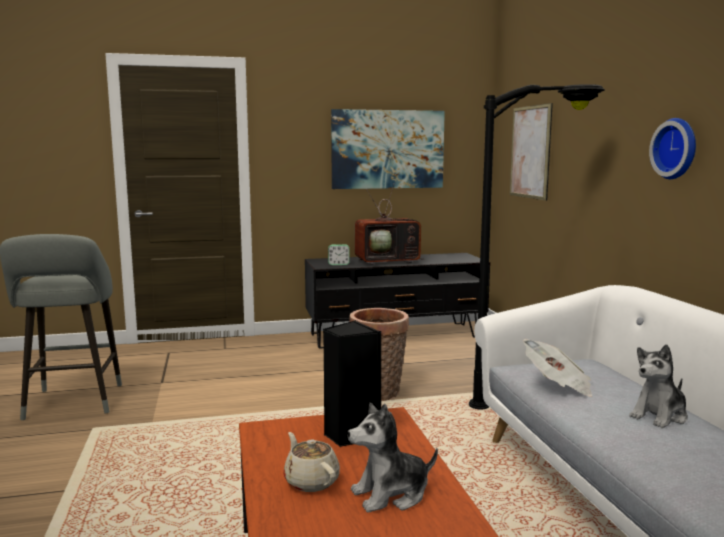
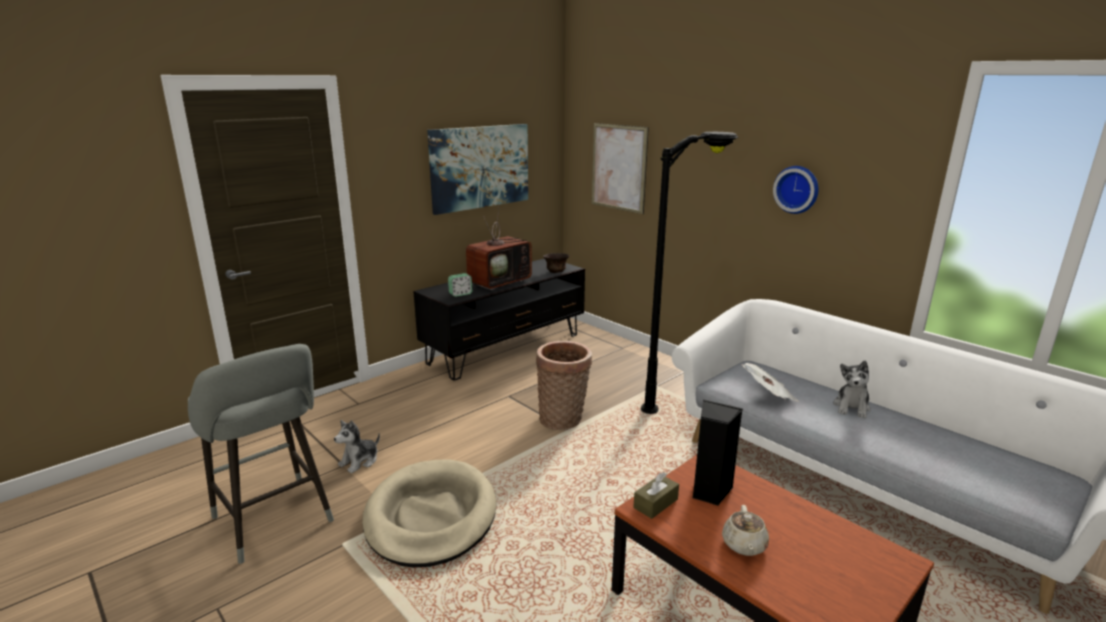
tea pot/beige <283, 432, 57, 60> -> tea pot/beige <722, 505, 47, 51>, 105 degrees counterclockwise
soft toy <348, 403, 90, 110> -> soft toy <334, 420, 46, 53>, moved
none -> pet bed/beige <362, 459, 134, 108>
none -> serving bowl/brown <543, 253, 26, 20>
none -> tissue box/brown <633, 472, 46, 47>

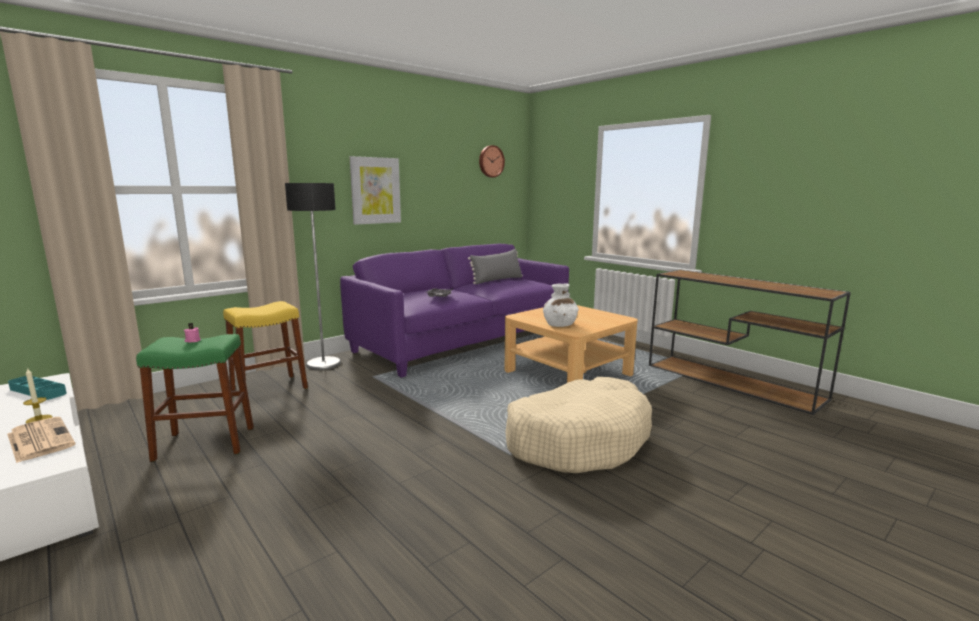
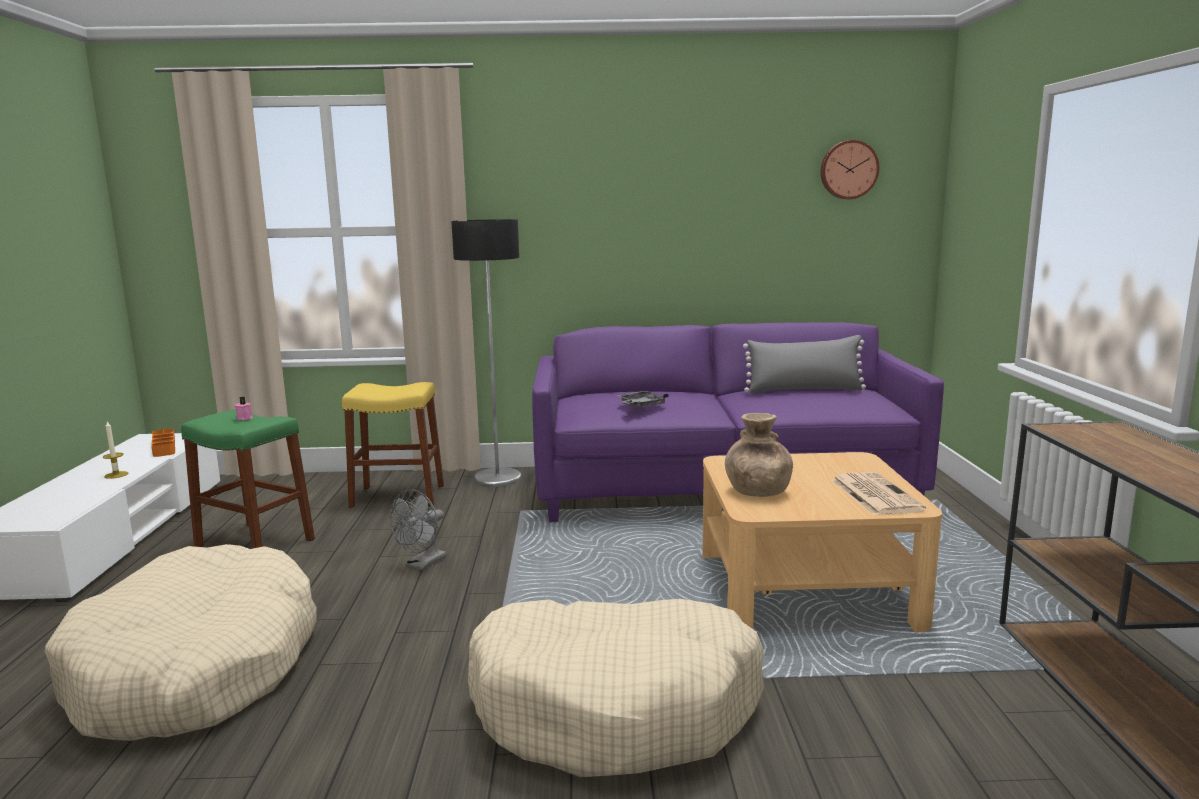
printed paper <7, 417, 68, 46> -> printed paper <831, 472, 95, 43>, moved
tray/turquoise <8, 376, 59, 24> -> tray/orange <151, 428, 24, 29>
wall picture <350, 156, 51, 69> -> none
decorative vase/white-coloured <543, 283, 36, 44> -> decorative vase/brown <725, 413, 68, 84>
none -> pet bed/beige <45, 544, 272, 197>
none -> fan/greyish <390, 489, 56, 81>

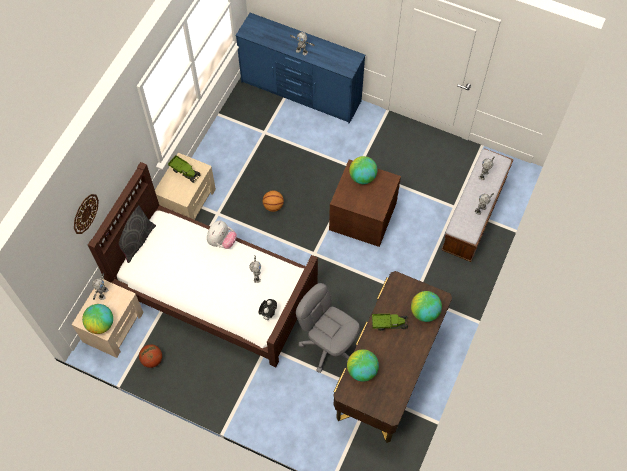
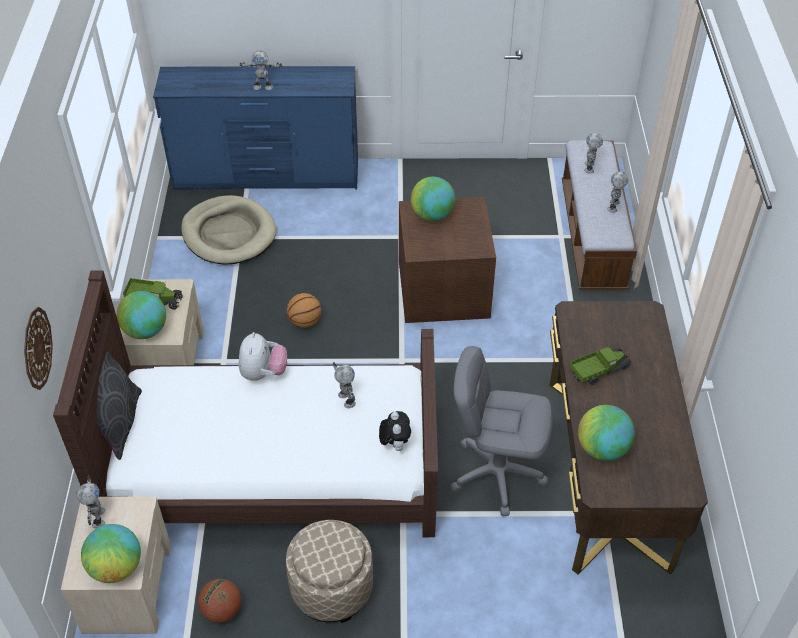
desk globe <411, 291, 31, 31> -> desk globe <117, 291, 49, 48>, moved
none -> pet bed/beige <181, 195, 96, 69>
none -> footrest/beige <286, 520, 87, 103>

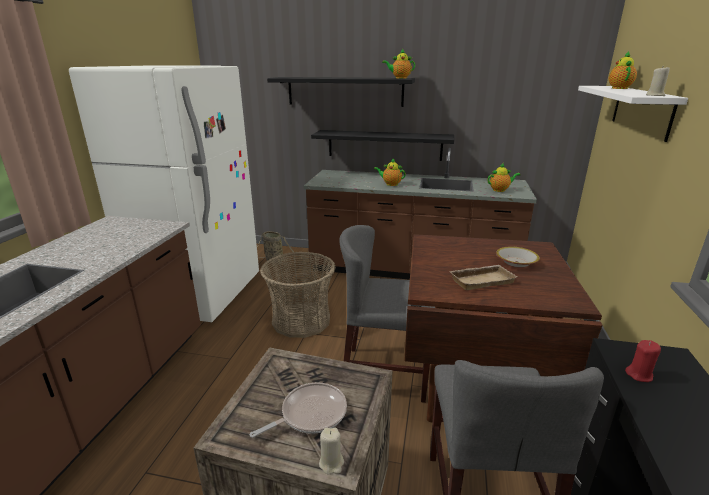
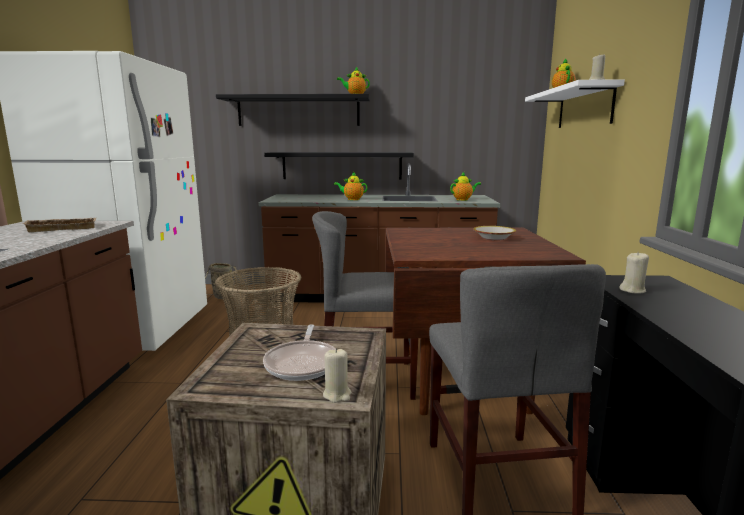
skillet <250, 382, 97, 56> -> skillet <263, 324, 73, 57>, 135 degrees clockwise
tray/beige <449, 265, 68, 25> -> tray/beige <23, 218, 73, 14>, moved
wax light/reddish <625, 340, 36, 42> -> wax light/beige <619, 252, 30, 41>

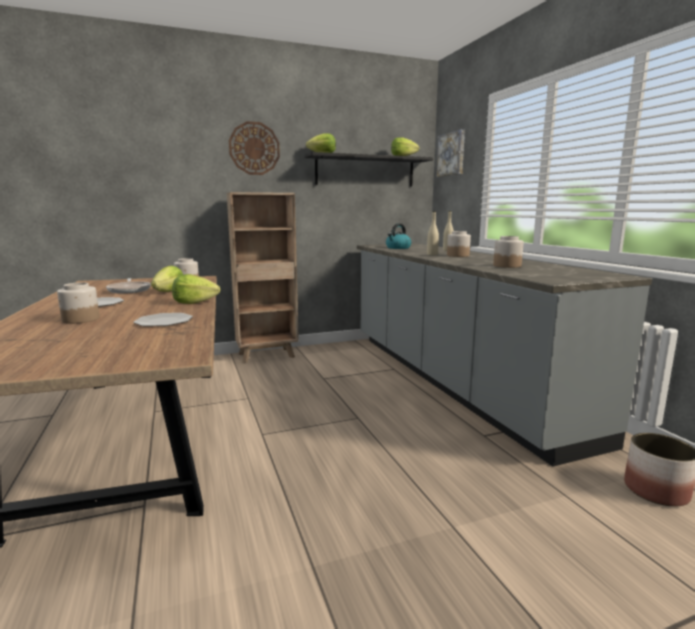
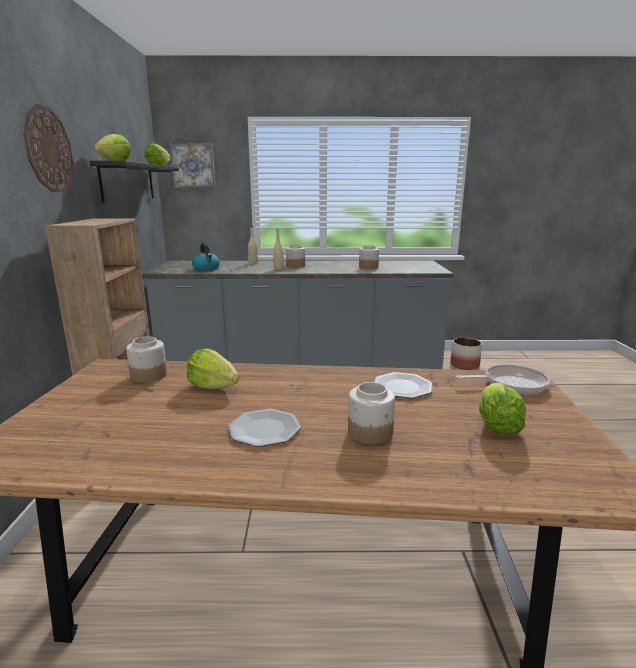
skillet <106, 278, 45, 16> -> skillet <456, 365, 94, 29>, moved
lettuce head <172, 274, 48, 30> -> lettuce head <479, 383, 47, 52>, moved

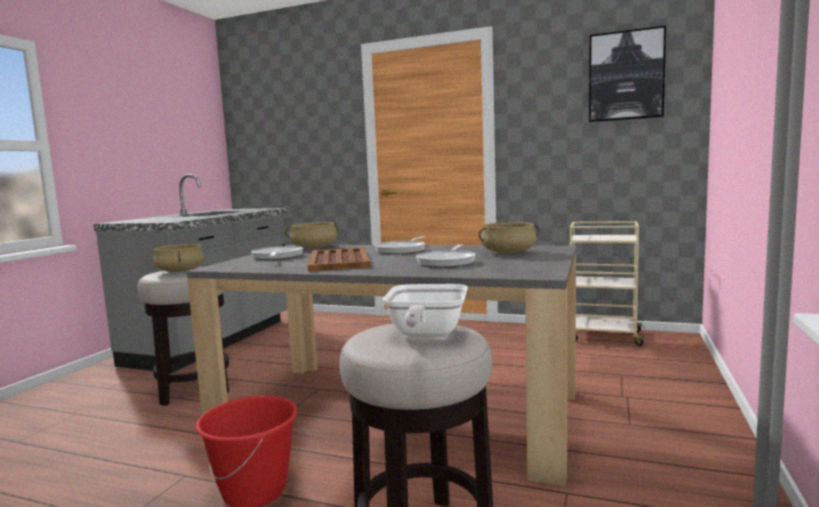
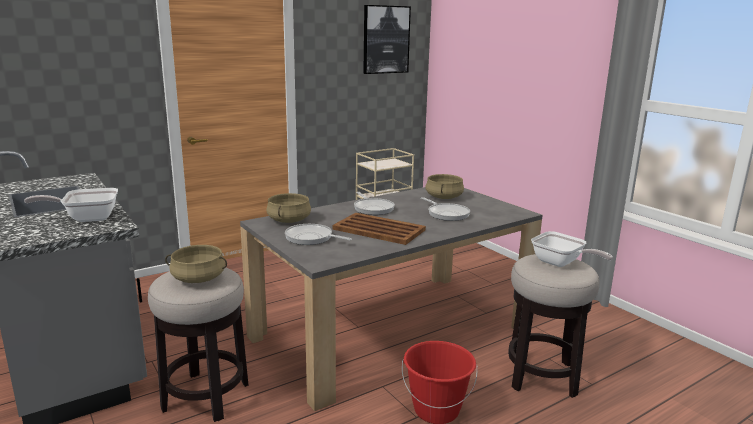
none -> skillet <24, 188, 94, 34>

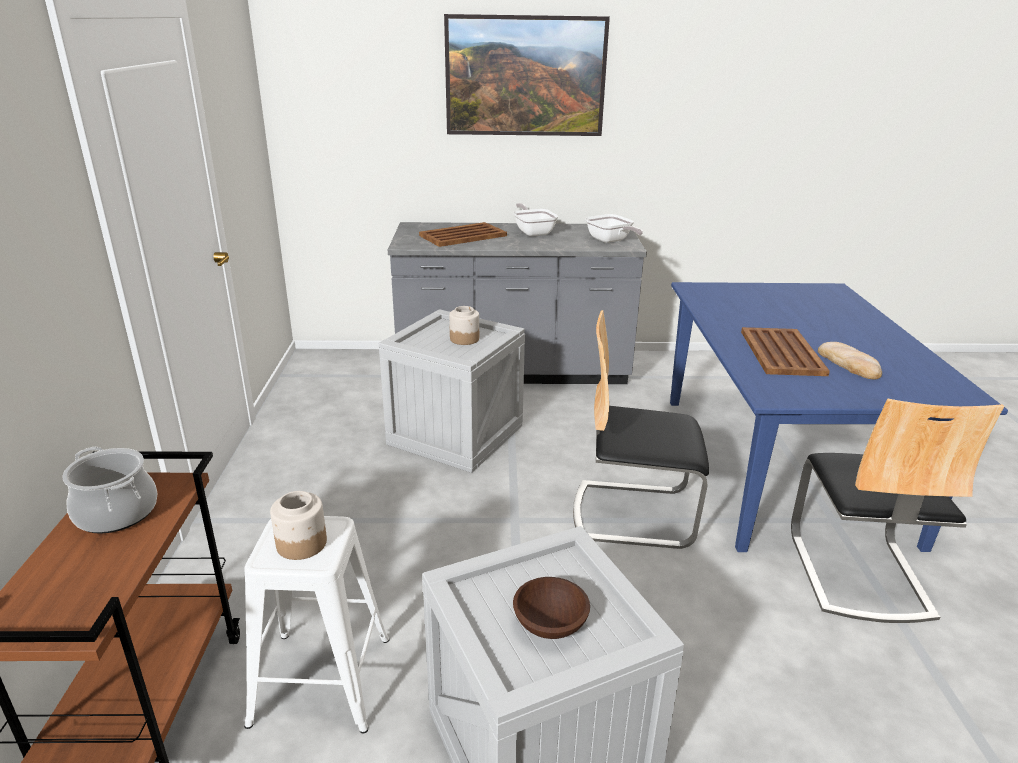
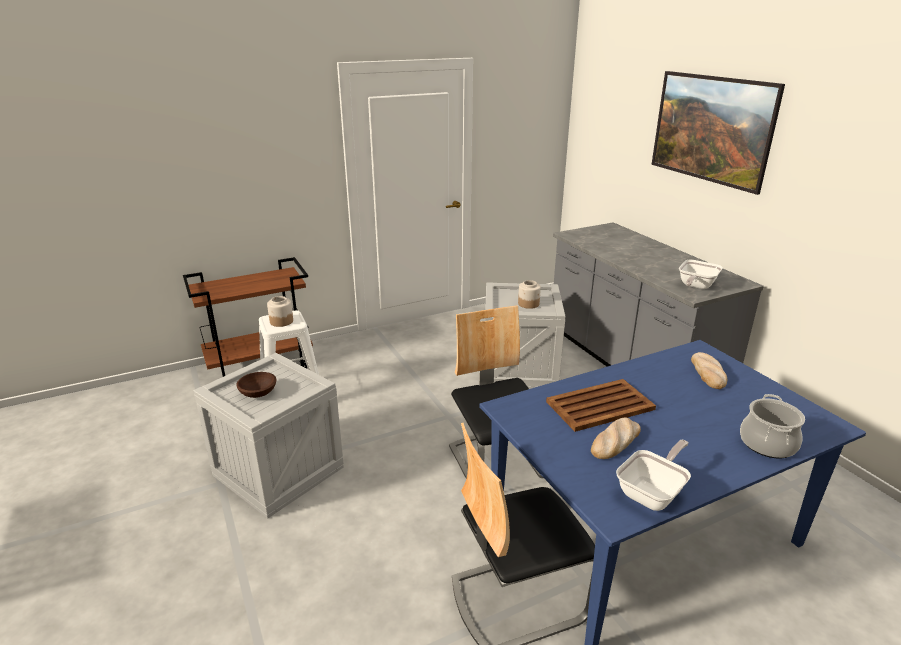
cooking pot <62, 446, 96, 88> -> cooking pot <740, 394, 65, 64>, moved
tray/brown <419, 222, 88, 25> -> none
skillet <513, 203, 45, 33> -> skillet <616, 440, 75, 71>, moved
none -> bakery bread <691, 352, 36, 37>

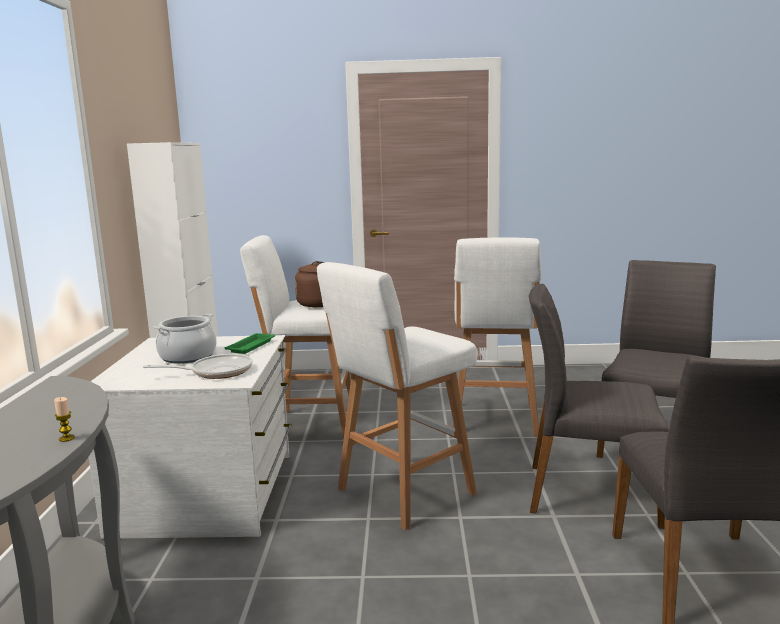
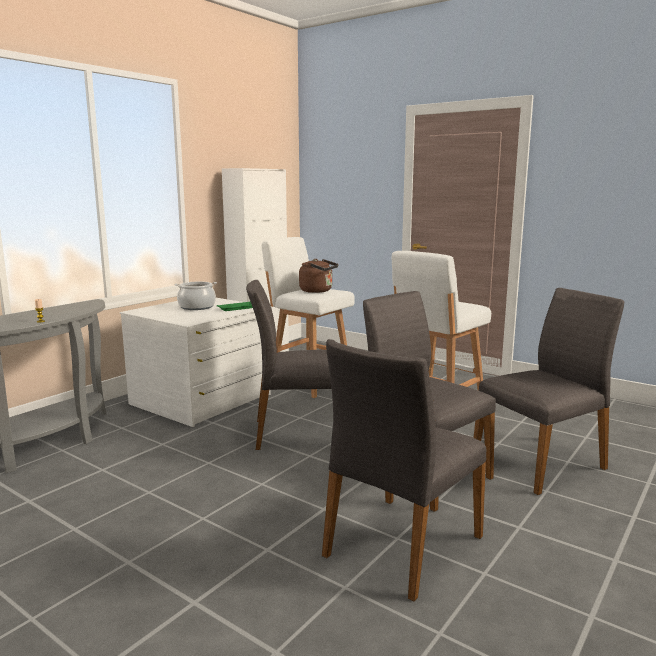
skillet <143, 354, 109, 25> -> none
sitting stool/white-coloured <317, 262, 160, 268> -> chair/greyish <246, 280, 86, 170>

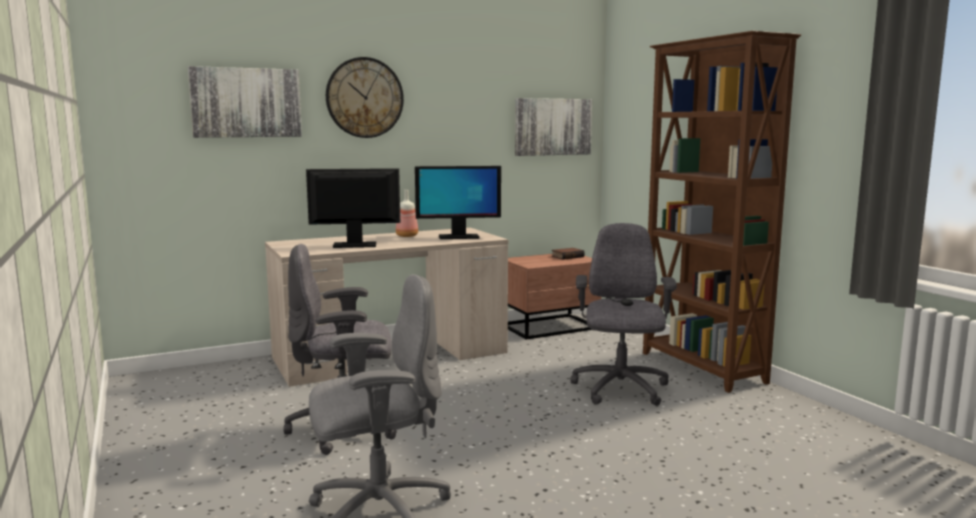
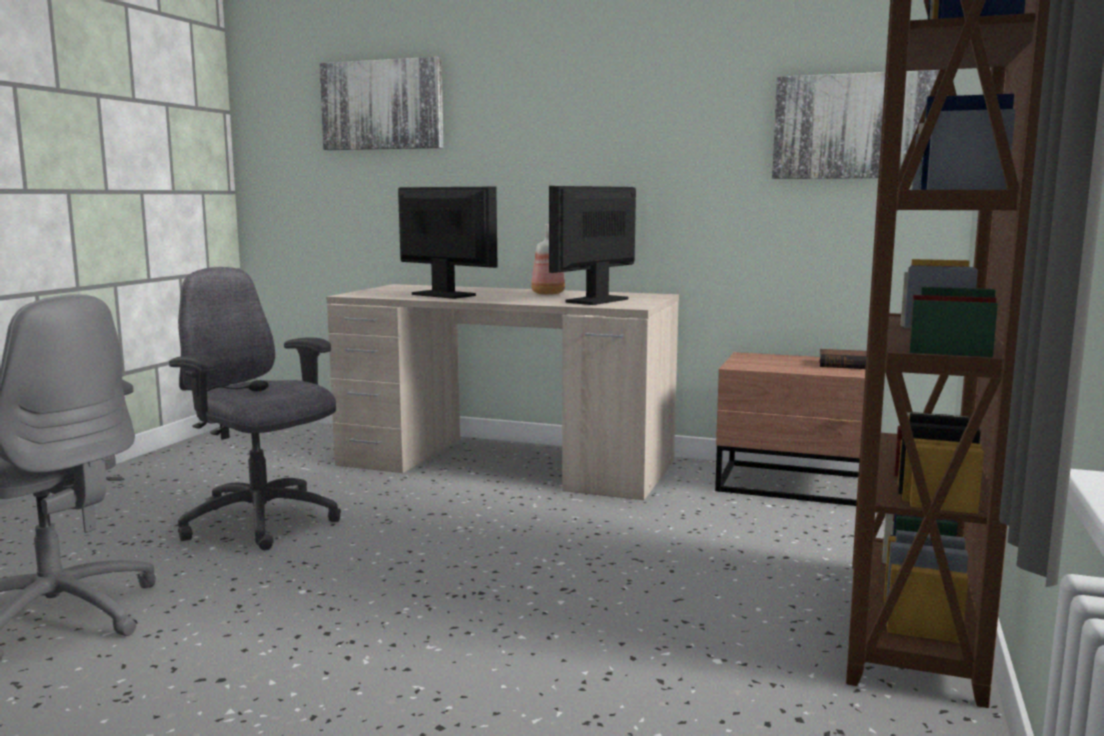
hanging clock <326, 57, 78, 81> -> none
monitor <415, 166, 86, 73> -> monitor <549, 186, 87, 119>, 90 degrees clockwise
desk chair/greyish <570, 223, 107, 183> -> none

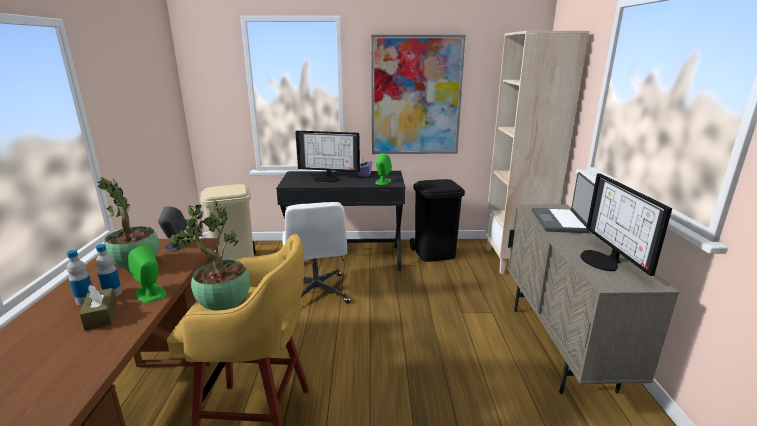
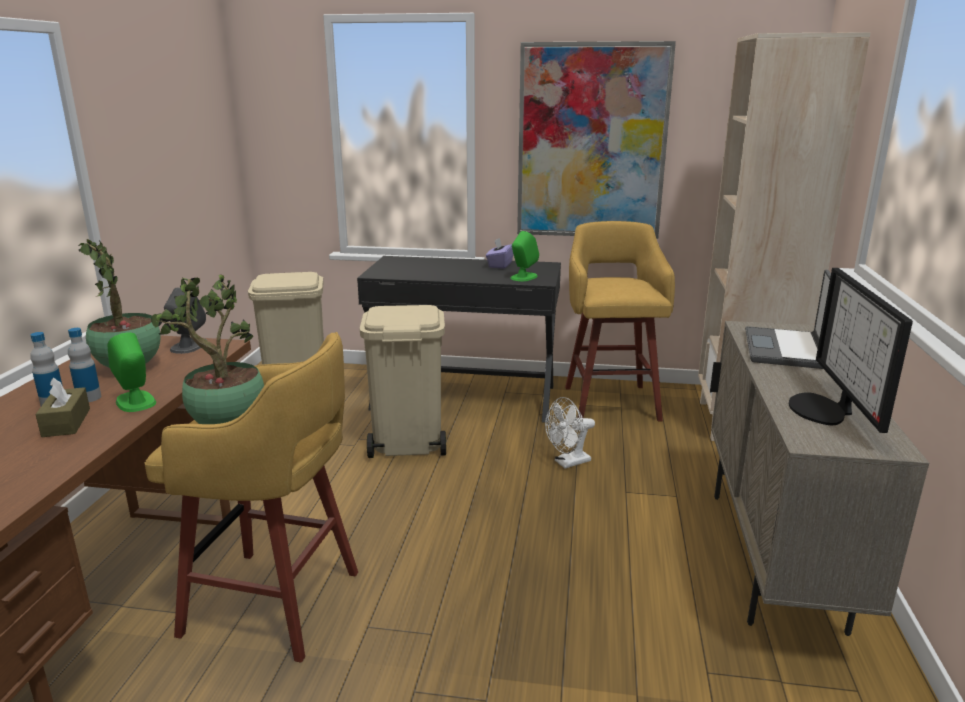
desk chair/white-coloured <282, 202, 69, 102> -> rubbish bin/beige <360, 305, 86, 153>
monitor <295, 131, 65, 52> -> none
rubbish bin/blackish <410, 179, 55, 83> -> sitting stool/yellow-coloured <565, 221, 110, 201>
none -> fan/white-coloured <545, 397, 50, 71>

